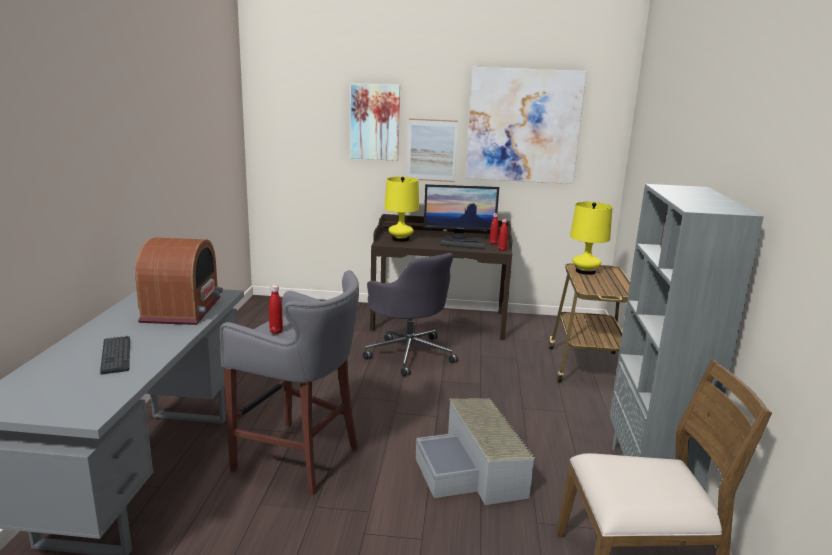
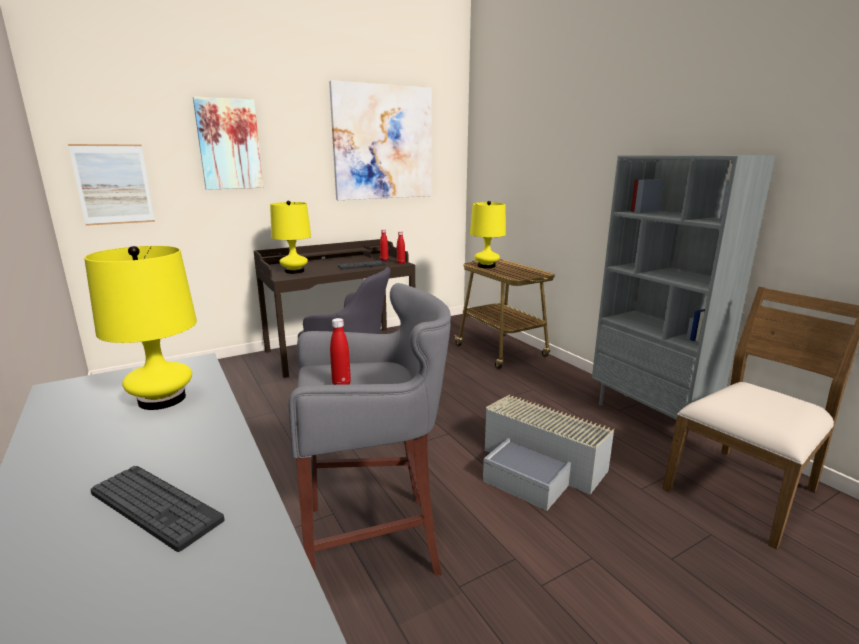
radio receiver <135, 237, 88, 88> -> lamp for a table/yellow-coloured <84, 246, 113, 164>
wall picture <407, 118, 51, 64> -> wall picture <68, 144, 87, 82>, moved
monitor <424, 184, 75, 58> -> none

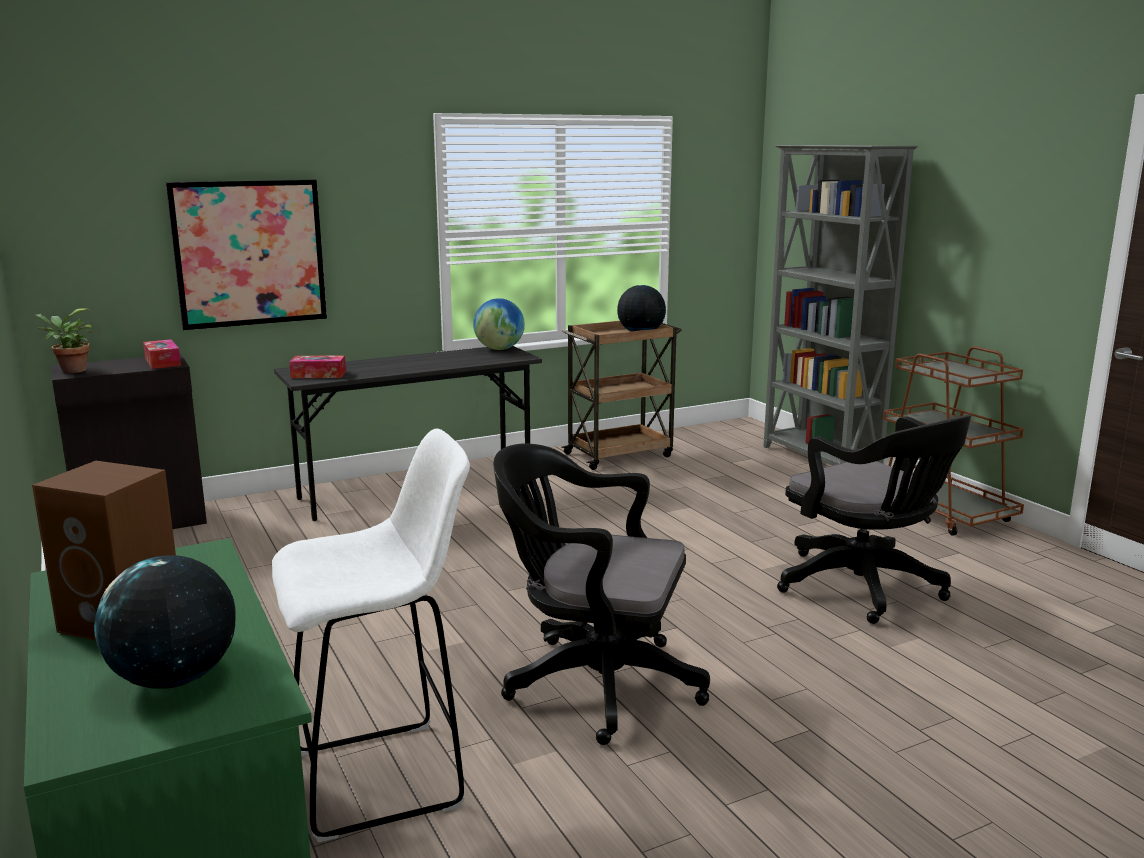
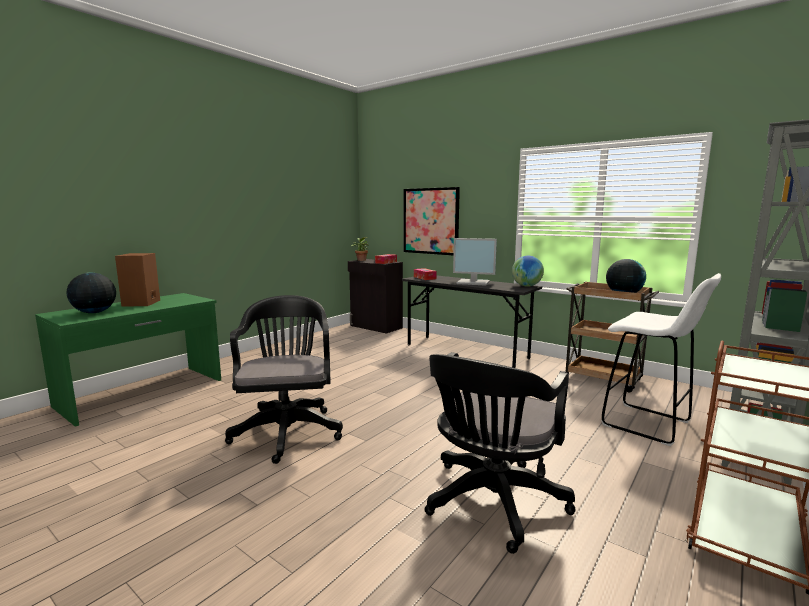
sitting stool/white-coloured <272, 429, 198, 414> -> sitting stool/white-coloured <601, 273, 120, 173>, moved
none -> monitor <453, 238, 44, 48>

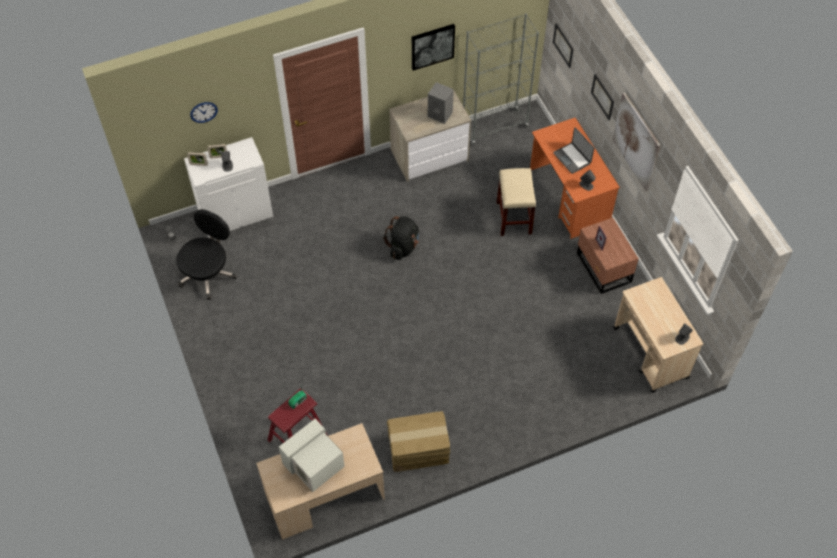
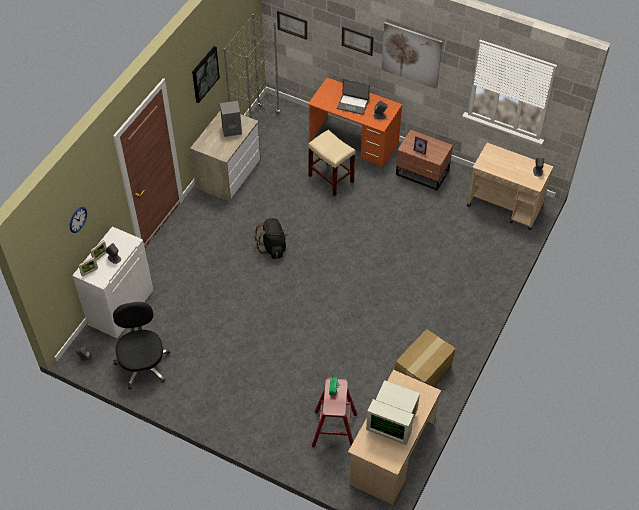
monitor <279, 419, 66, 73> -> monitor <366, 380, 54, 65>, 75 degrees counterclockwise

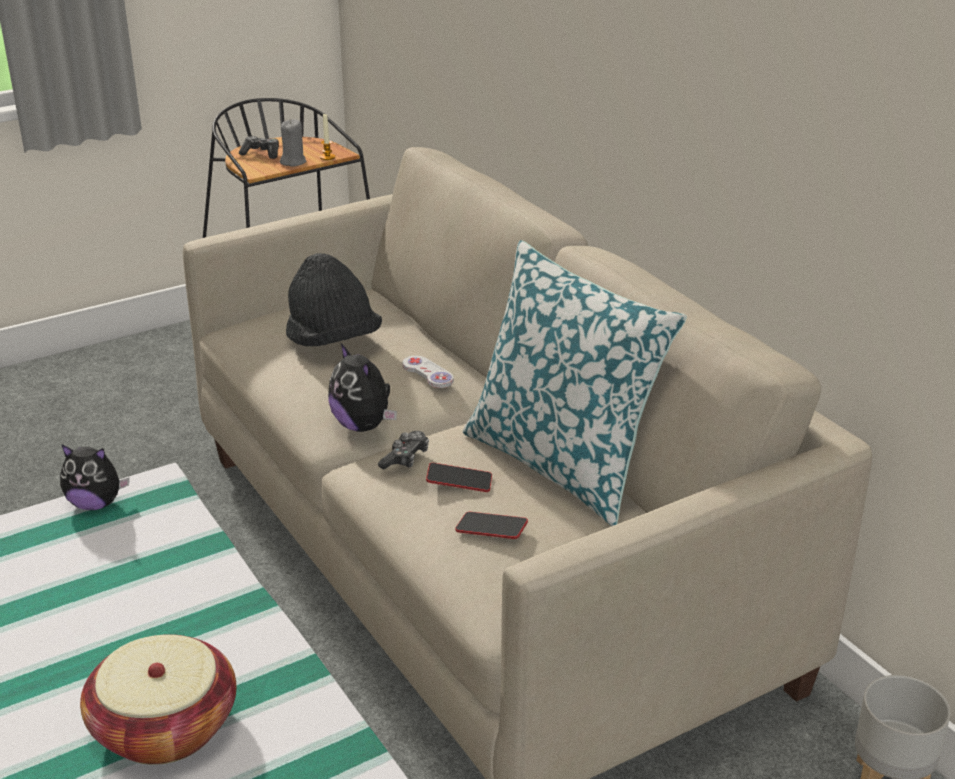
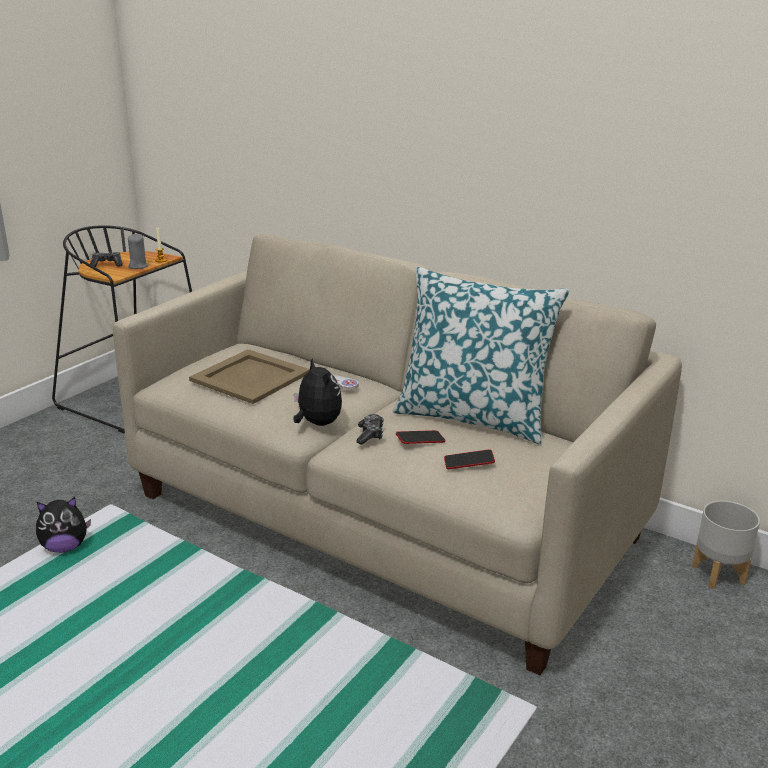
household basket <80, 634, 156, 131> -> none
clothing hat/blackish <286, 253, 96, 93> -> tray/beige <189, 349, 121, 55>
soft toy <328, 342, 69, 90> -> soft toy <293, 358, 49, 68>, 150 degrees counterclockwise

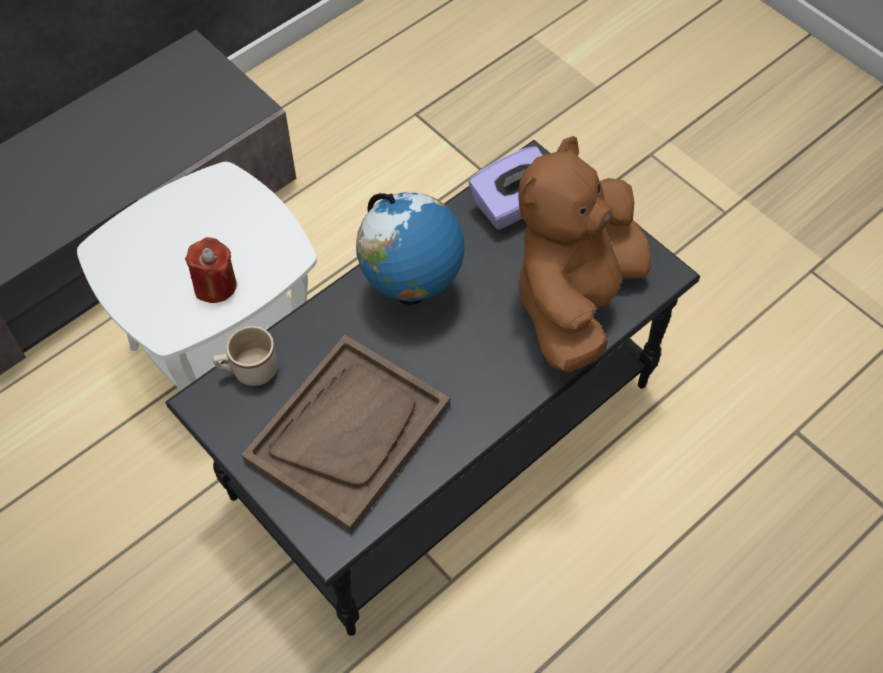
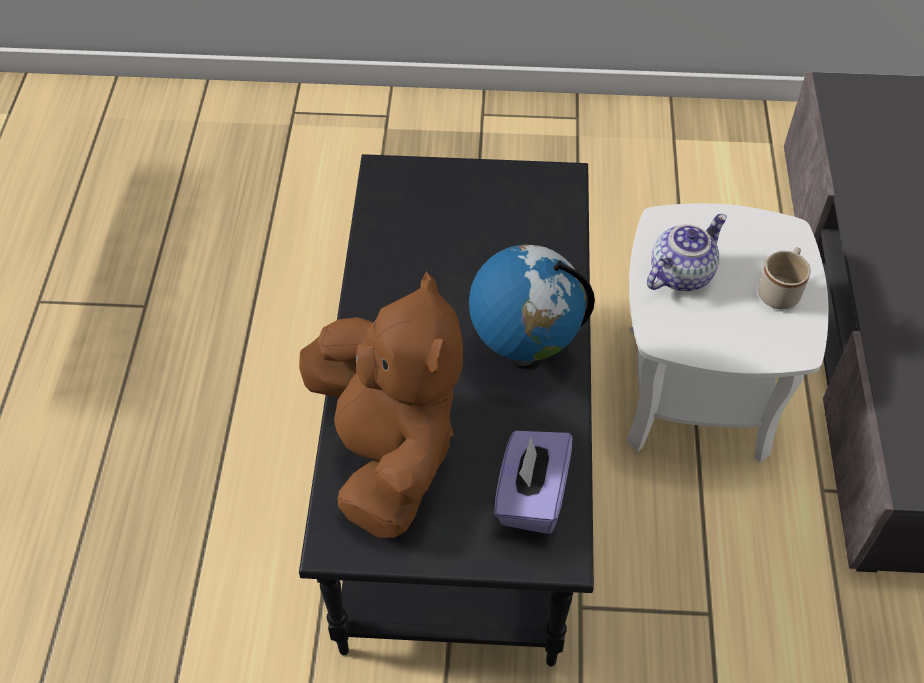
wax light/reddish <185, 237, 52, 66> -> tea pot <647, 214, 80, 77>
coffee mug/beige <213, 326, 65, 60> -> coffee mug/beige <758, 247, 53, 63>, moved
tray/brown <242, 335, 208, 198> -> none

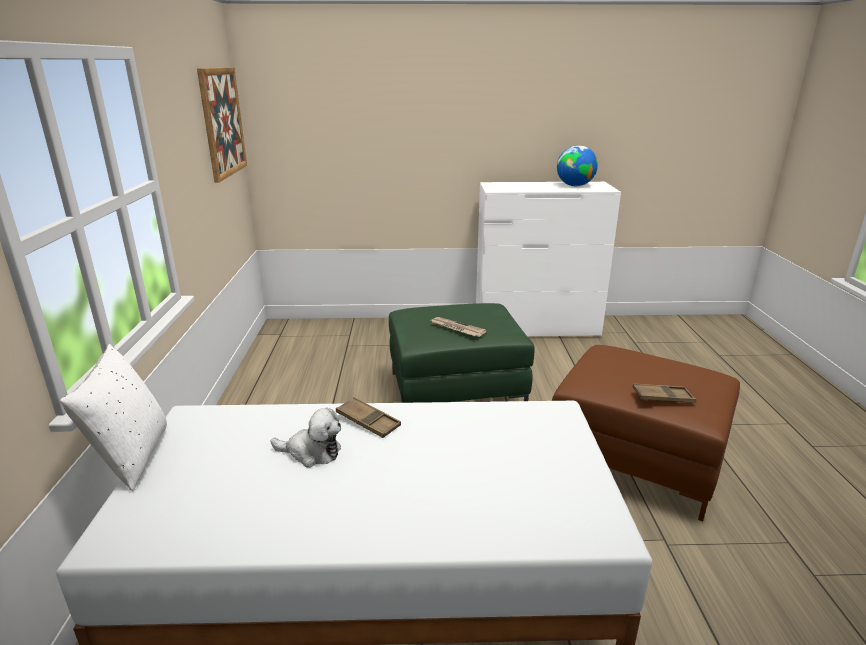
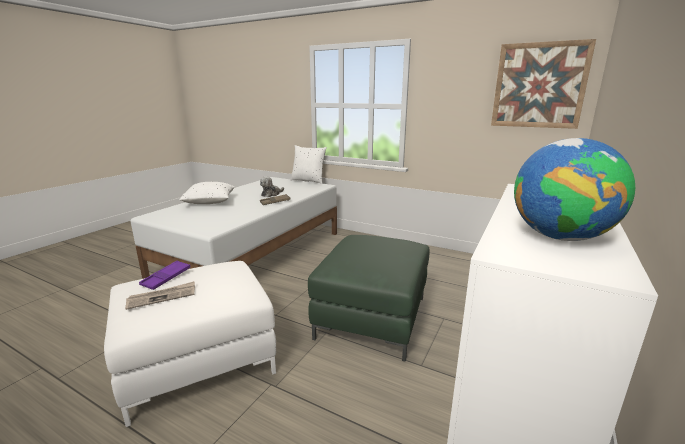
printed paper <431, 317, 55, 20> -> printed paper <125, 281, 70, 29>, moved
footrest/brown <552, 345, 188, 176> -> footrest/white-coloured <104, 261, 172, 166>
tray/brown <633, 383, 63, 20> -> tray/purple-coloured <139, 260, 52, 30>
none -> pillow/white-coloured <179, 182, 56, 22>

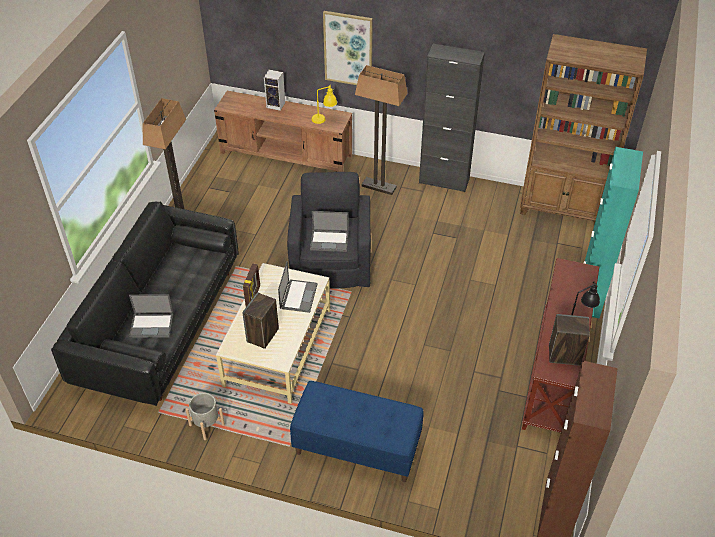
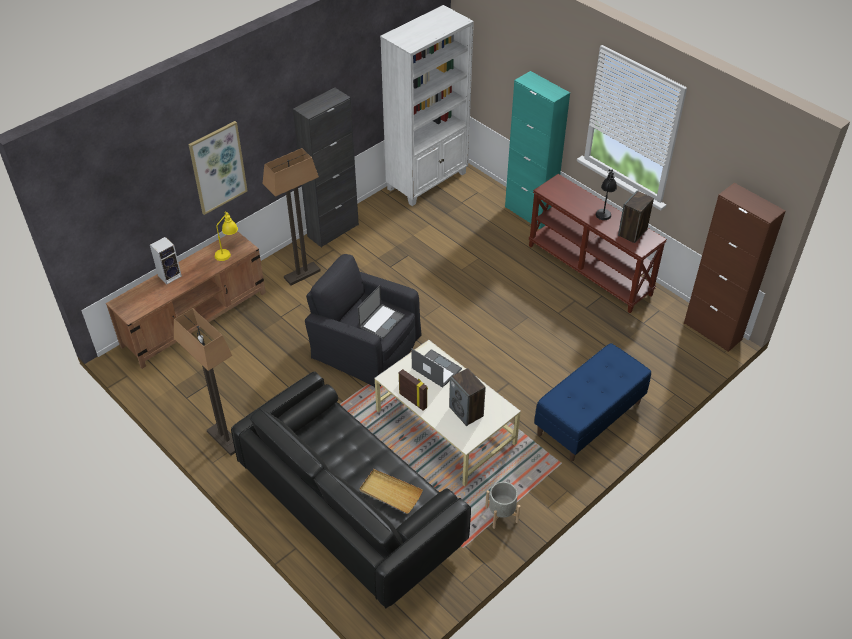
portable computer <129, 294, 45, 44> -> tray/beige <359, 469, 64, 45>
bookshelf/brown <520, 34, 127, 191> -> bookshelf/white-coloured <380, 5, 94, 201>

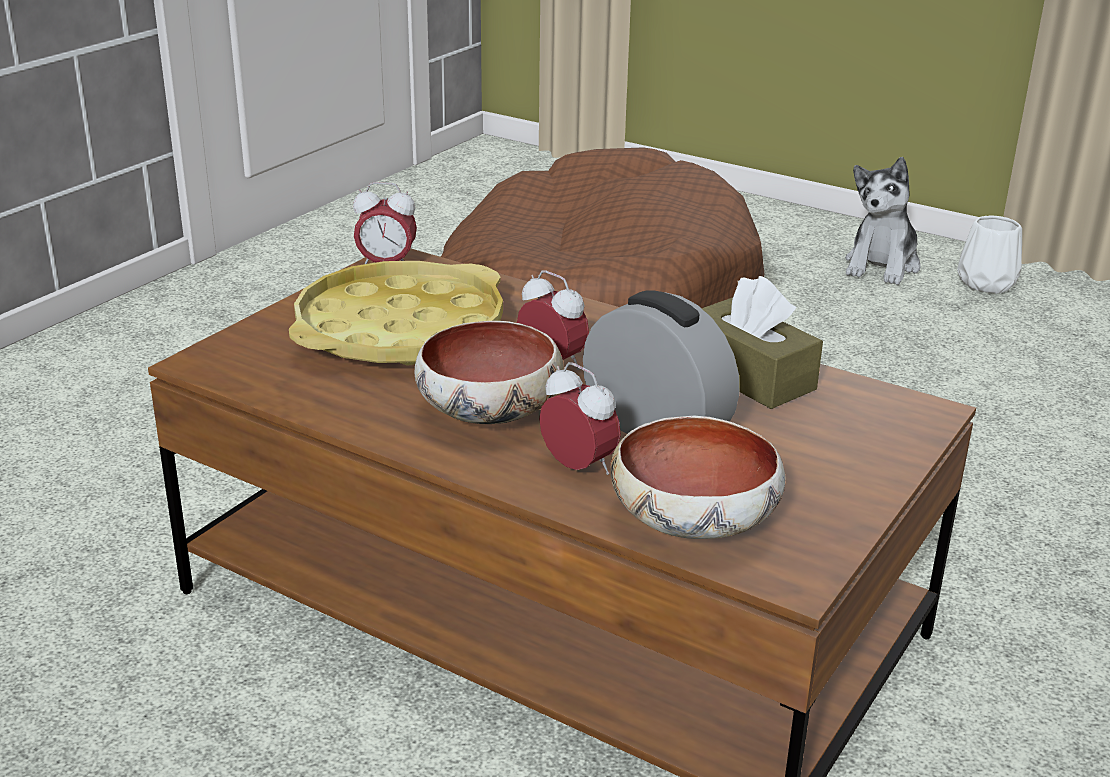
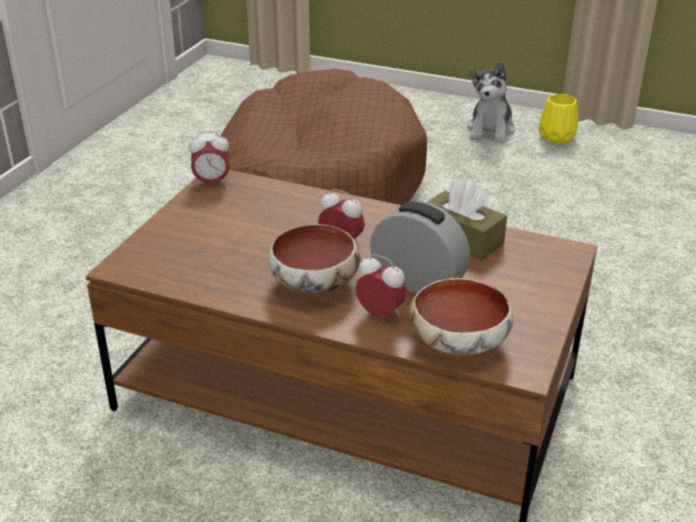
tray/yellow-coloured <289, 261, 214, 104> -> none
decorative vase/white-coloured <957, 215, 65, 79> -> decorative vase/yellow-coloured <539, 94, 39, 50>

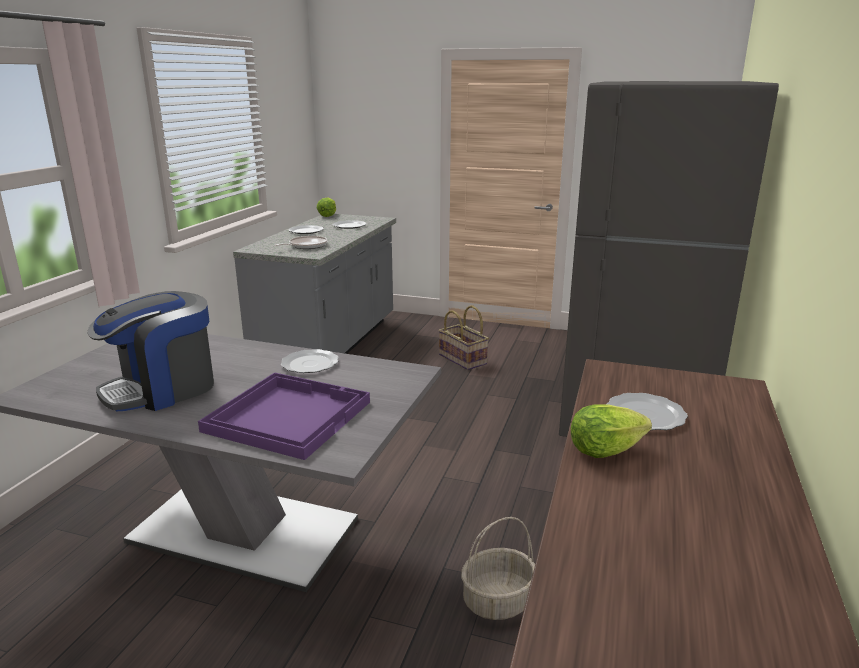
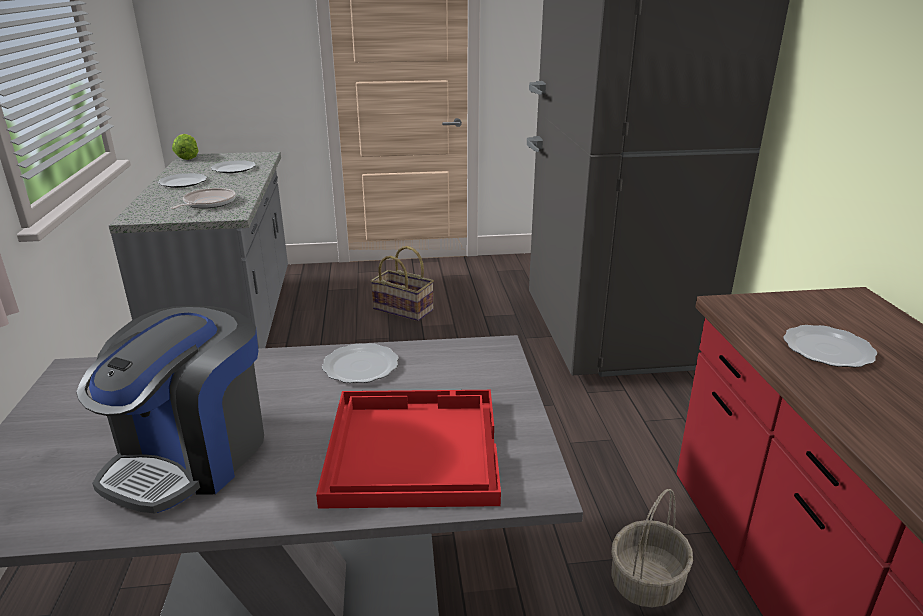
tray/purple-coloured <198, 372, 172, 88> -> tray/reddish <316, 390, 185, 119>
lettuce head <571, 404, 81, 54> -> none

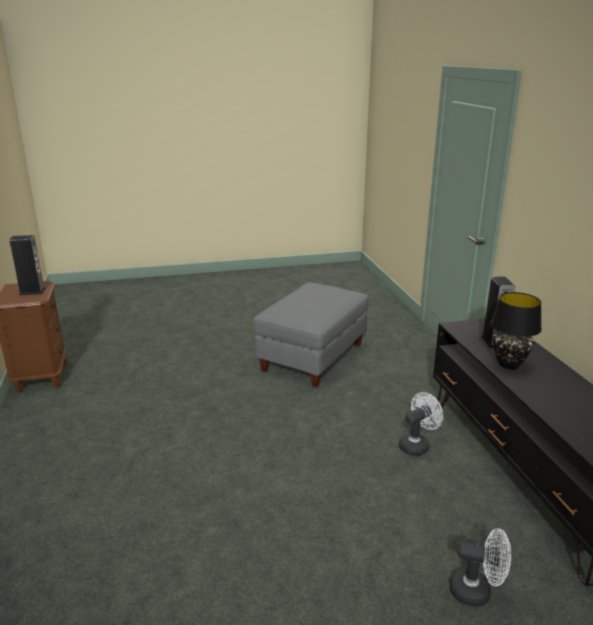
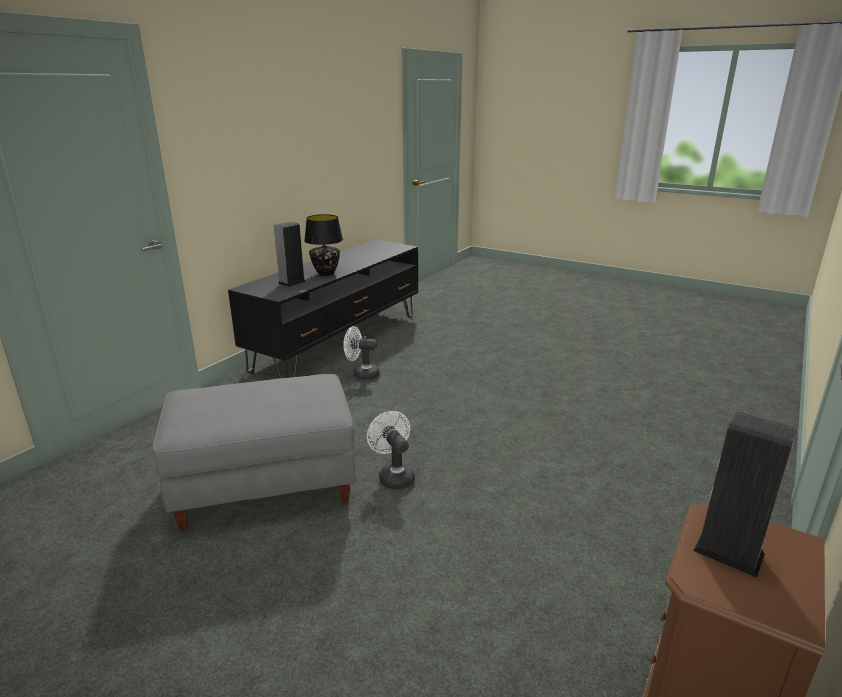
fan/white-coloured <450, 528, 61, 78> -> fan/white-coloured <367, 411, 48, 79>, moved

